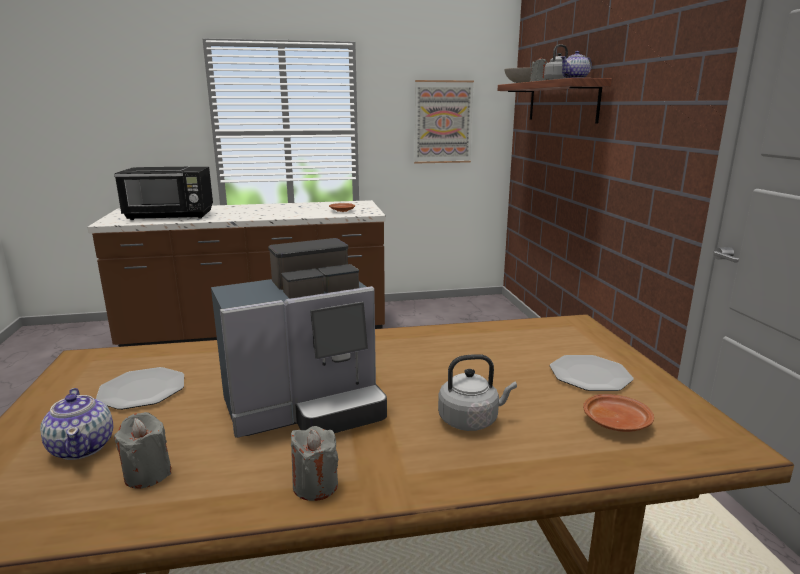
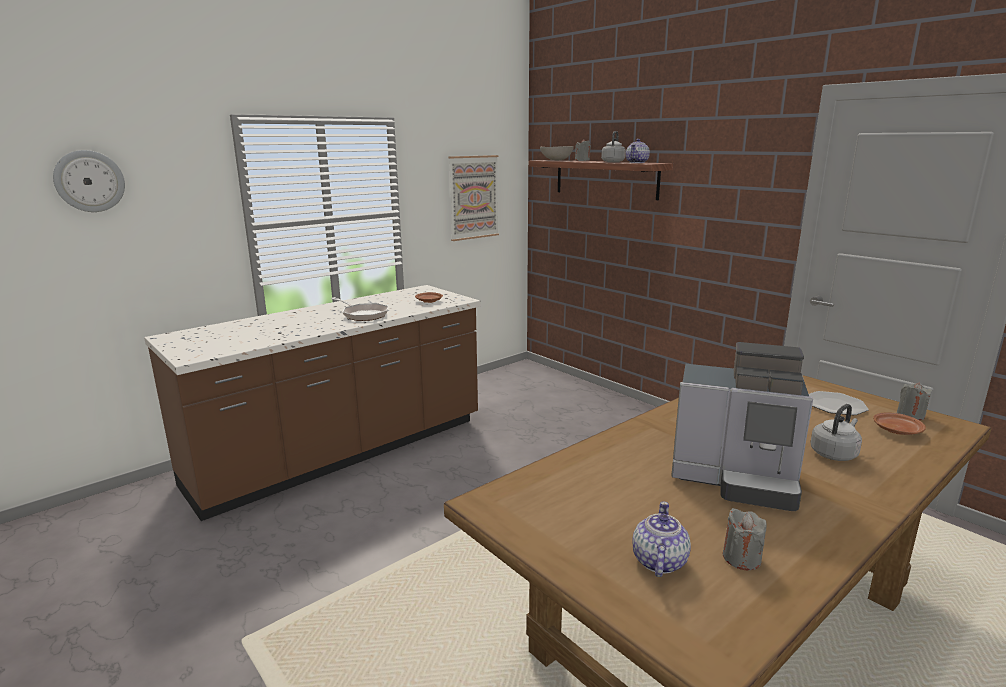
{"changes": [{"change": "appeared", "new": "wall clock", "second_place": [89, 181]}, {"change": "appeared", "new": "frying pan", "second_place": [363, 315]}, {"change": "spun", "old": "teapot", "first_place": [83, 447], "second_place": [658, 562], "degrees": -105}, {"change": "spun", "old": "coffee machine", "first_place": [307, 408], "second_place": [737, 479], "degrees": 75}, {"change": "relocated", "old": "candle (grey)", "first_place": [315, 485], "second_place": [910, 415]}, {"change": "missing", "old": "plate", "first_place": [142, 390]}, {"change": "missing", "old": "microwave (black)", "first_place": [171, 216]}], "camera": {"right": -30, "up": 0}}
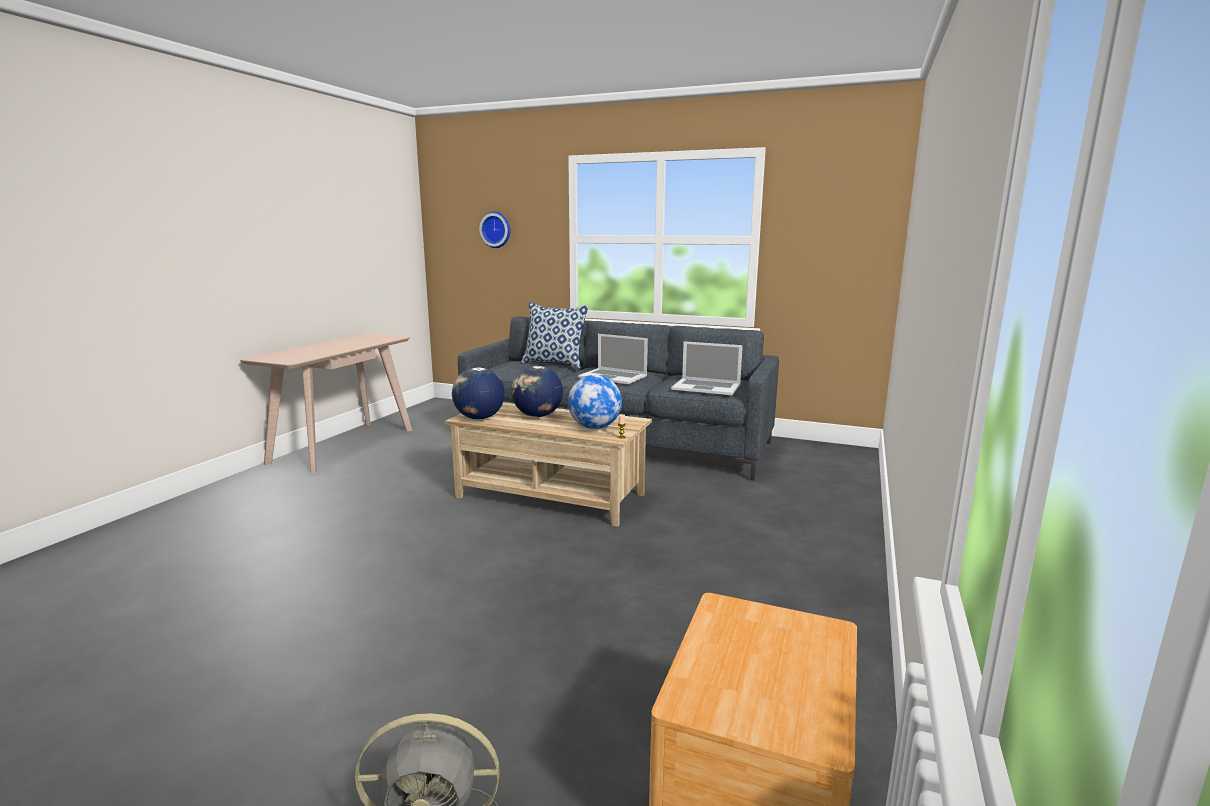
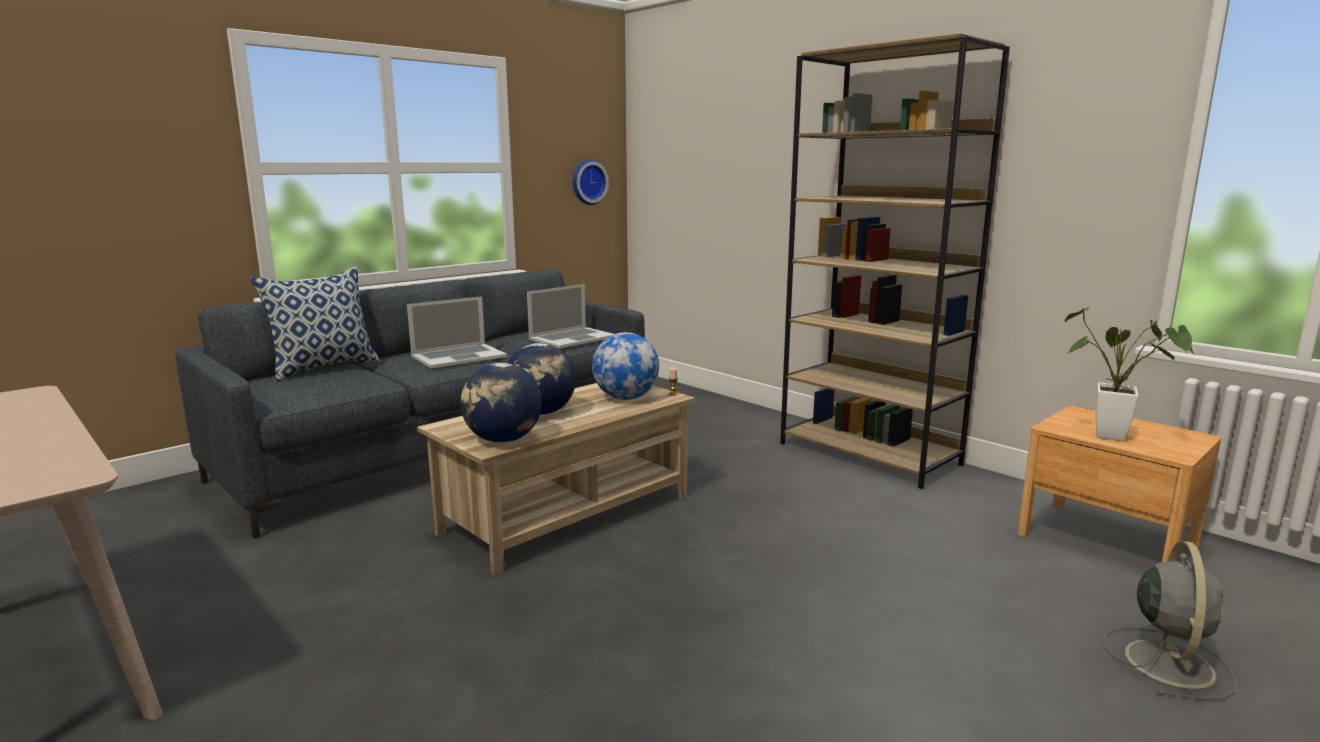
{"changes": [{"change": "relocated", "old": "wall clock", "first_place": [496, 229], "second_place": [588, 182]}, {"change": "appeared", "new": "bookcase (brown)", "second_place": [870, 454]}, {"change": "appeared", "new": "potted plant", "second_place": [1119, 437]}], "camera": {"right": -65, "up": 0}}
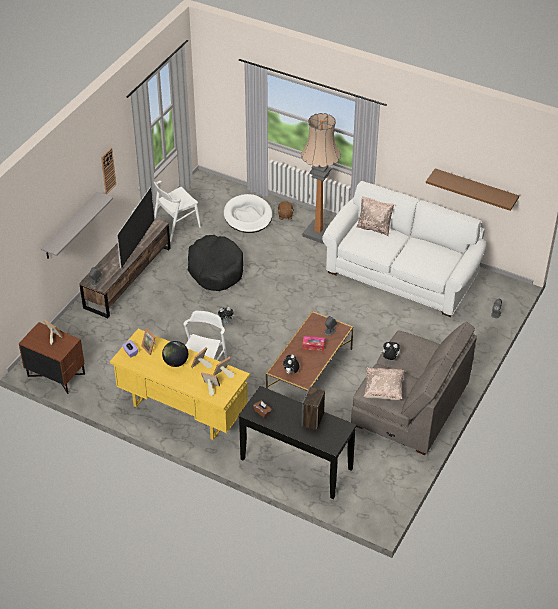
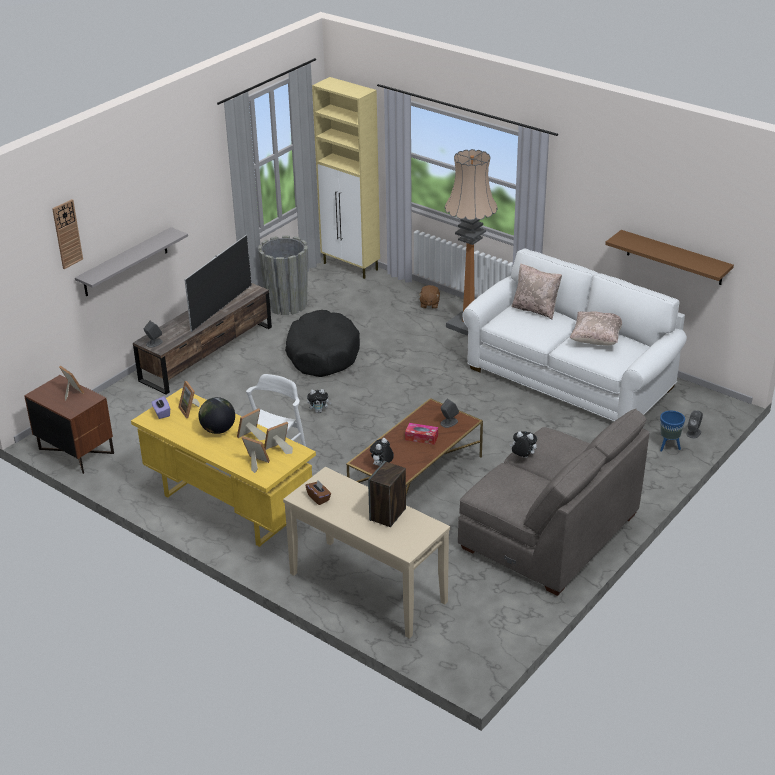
{"changes": [{"change": "relocated", "old": "wall clock", "first_place": [108, 170], "second_place": [67, 234]}, {"change": "exchanged", "old": "chair (white)", "new": "planter (grey)", "first_place": [176, 225], "second_place": [286, 304]}, {"change": "colour", "old": "console table (black)", "new": "console table (beige)", "first_place": [296, 464], "second_place": [367, 588]}, {"change": "appeared", "new": "cabinet (beige)", "second_place": [351, 267]}, {"change": "relocated", "old": "pillow (beige)", "first_place": [383, 391], "second_place": [596, 339]}, {"change": "appeared", "new": "planter (blue)", "second_place": [668, 447]}, {"change": "missing", "old": "dog bed (white)", "first_place": [248, 216]}], "camera": {"right": 10, "up": -10}}
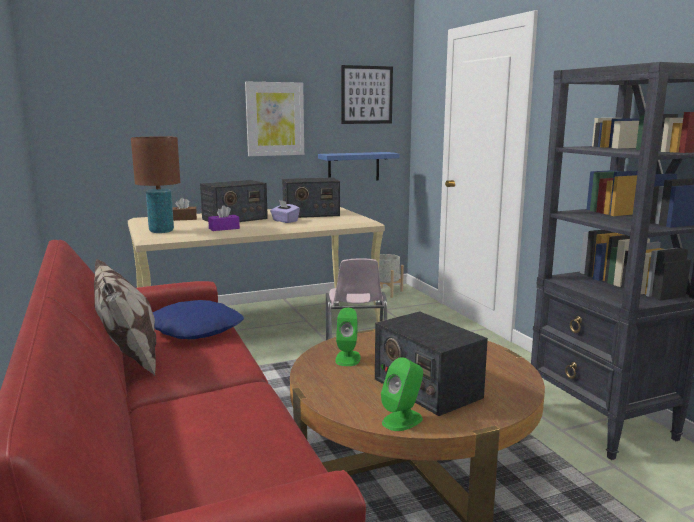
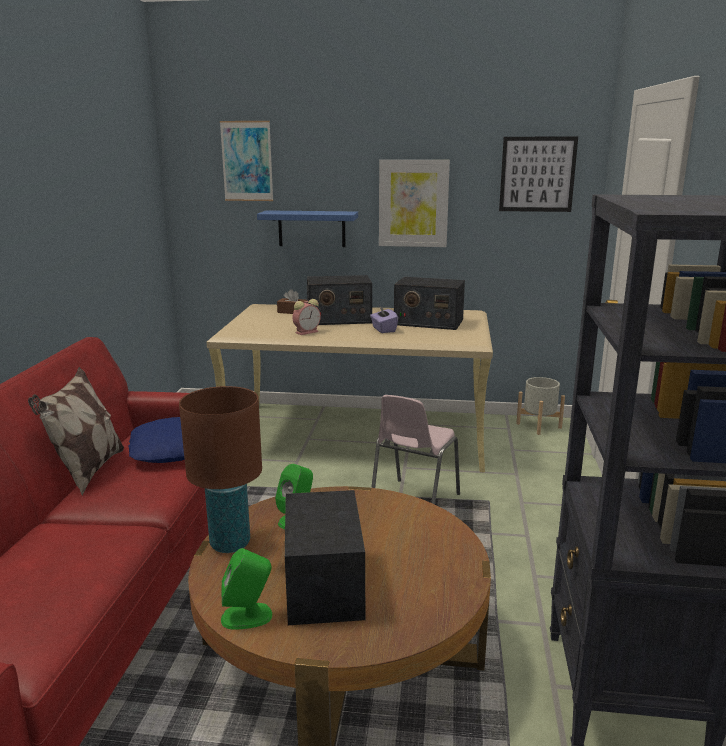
{"changes": [{"change": "relocated", "old": "table lamp (brown)", "first_place": [161, 231], "second_place": [230, 543]}, {"change": "appeared", "new": "picture", "second_place": [247, 161]}, {"change": "relocated", "old": "shelf (blue)", "first_place": [353, 167], "second_place": [311, 228]}, {"change": "exchanged", "old": "tissue box (purple)", "new": "alarm clock", "first_place": [224, 228], "second_place": [307, 332]}], "camera": {"right": 30, "up": 5}}
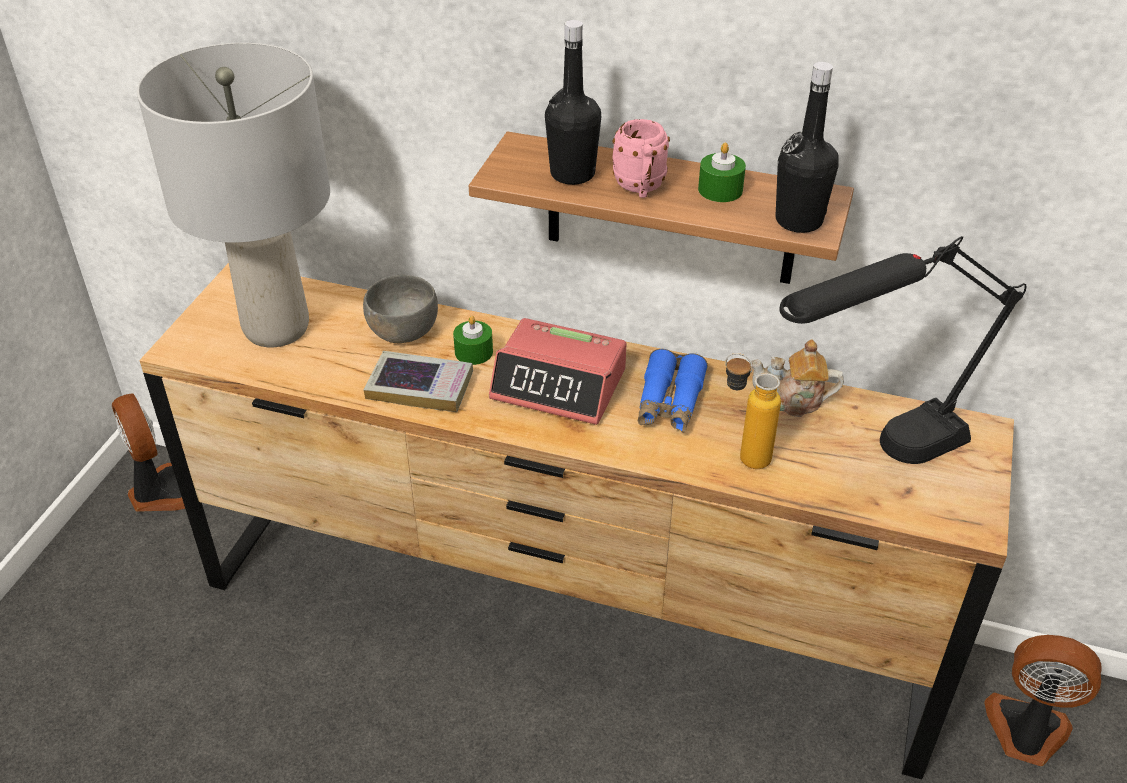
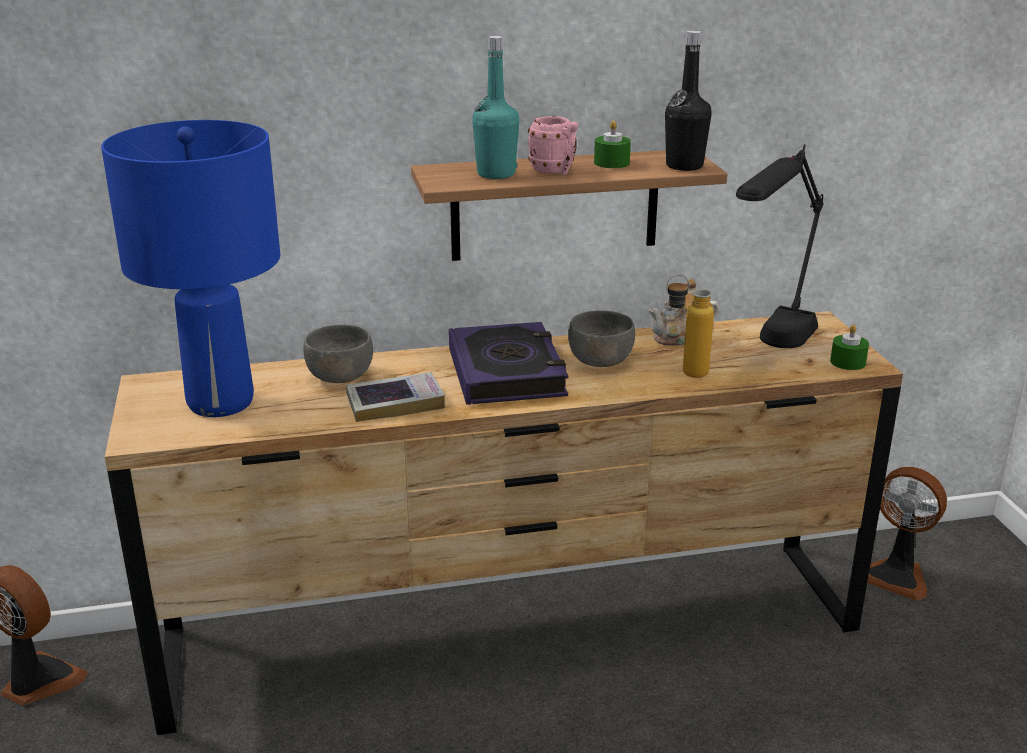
{"changes": [{"change": "colour", "old": "table lamp (grey)", "new": "table lamp (blue)", "first_place": [277, 327], "second_place": [220, 402]}, {"change": "exchanged", "old": "alarm clock", "new": "book", "first_place": [559, 384], "second_place": [507, 372]}, {"change": "colour", "old": "bottle (black)", "new": "bottle (turquoise)", "first_place": [572, 174], "second_place": [496, 174]}, {"change": "exchanged", "old": "binoculars (blue)", "new": "bowl (grey)", "first_place": [669, 402], "second_place": [600, 360]}, {"change": "relocated", "old": "candle (green)", "first_place": [473, 352], "second_place": [847, 362]}, {"change": "spun", "old": "fan", "first_place": [1025, 733], "second_place": [896, 576], "degrees": -135}], "camera": {"right": -30, "up": -15}}
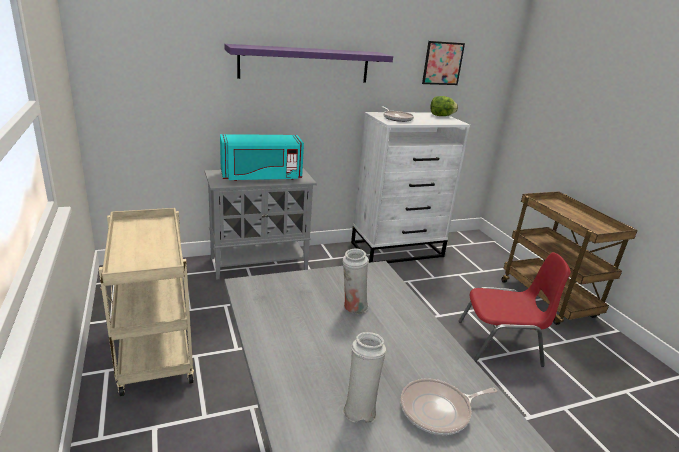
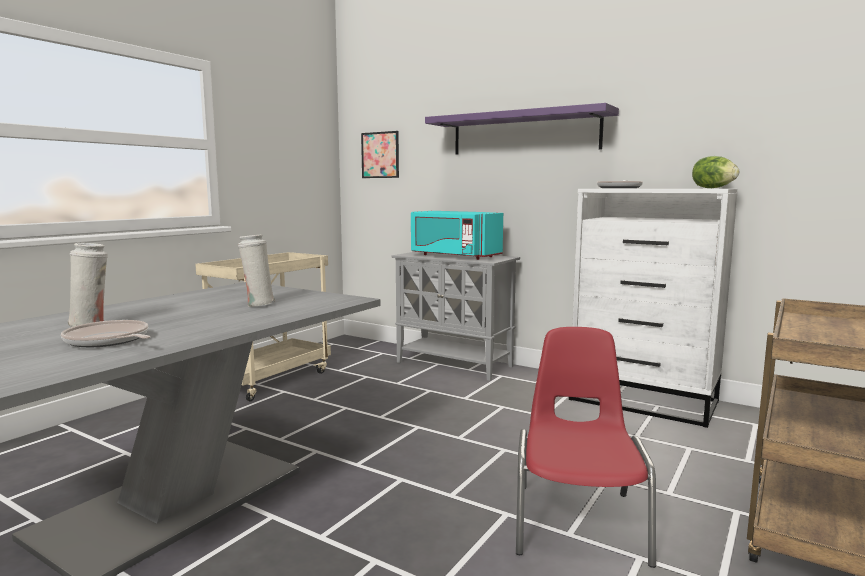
{"changes": [{"change": "relocated", "old": "picture", "first_place": [442, 63], "second_place": [380, 155]}, {"change": "spun", "old": "chair (red)", "first_place": [500, 344], "second_place": [578, 521], "degrees": -135}], "camera": {"right": 55, "up": -15}}
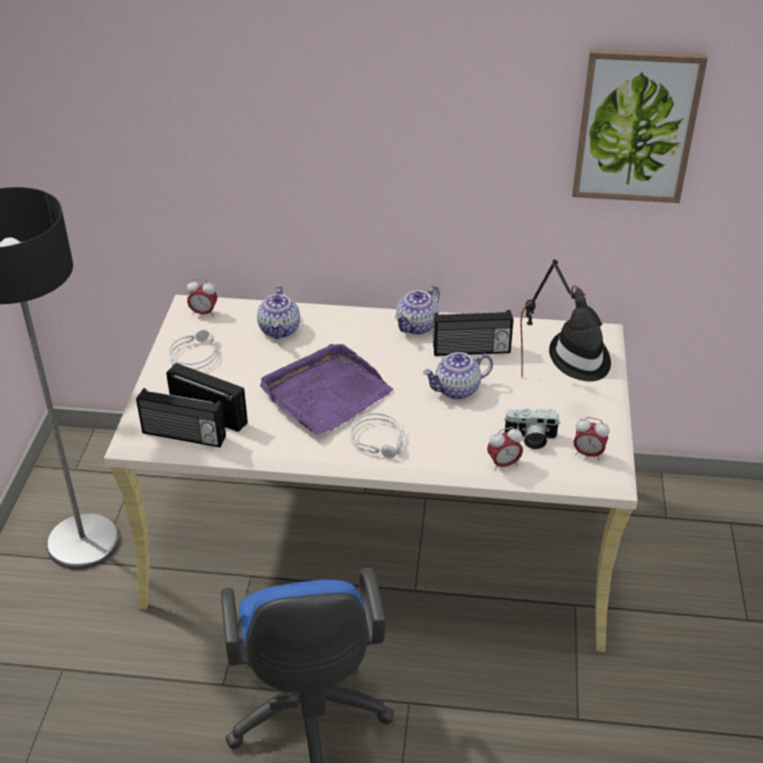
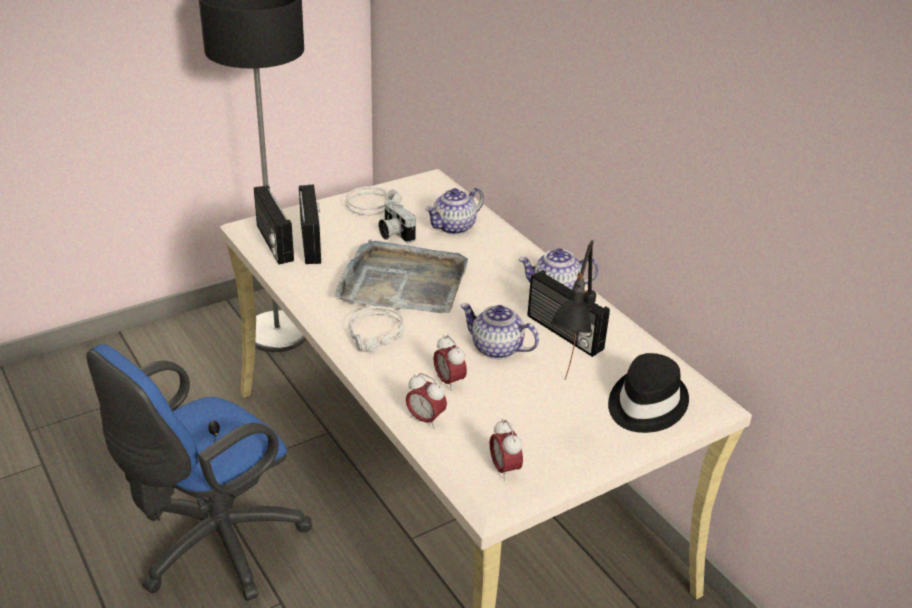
{"changes": [{"change": "colour", "old": "tray (purple)", "new": "tray (grey)", "first_place": [325, 393], "second_place": [402, 283]}, {"change": "relocated", "old": "photo camera", "first_place": [530, 439], "second_place": [393, 233]}, {"change": "relocated", "old": "alarm clock", "first_place": [203, 313], "second_place": [449, 381]}, {"change": "missing", "old": "picture", "first_place": [636, 126]}], "camera": {"right": 50, "up": -5}}
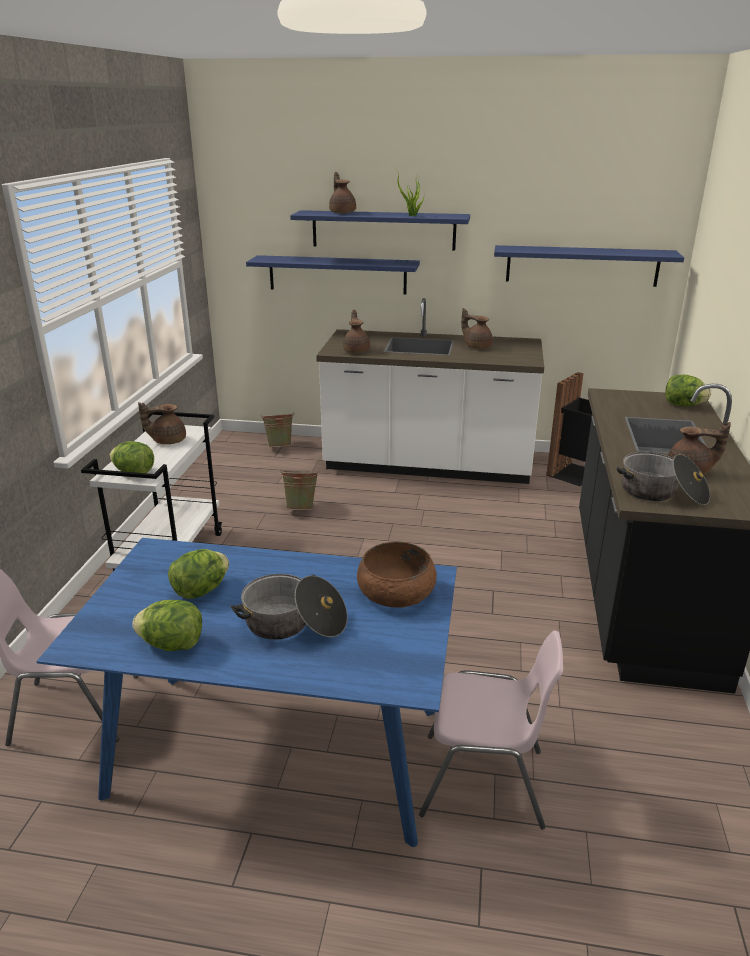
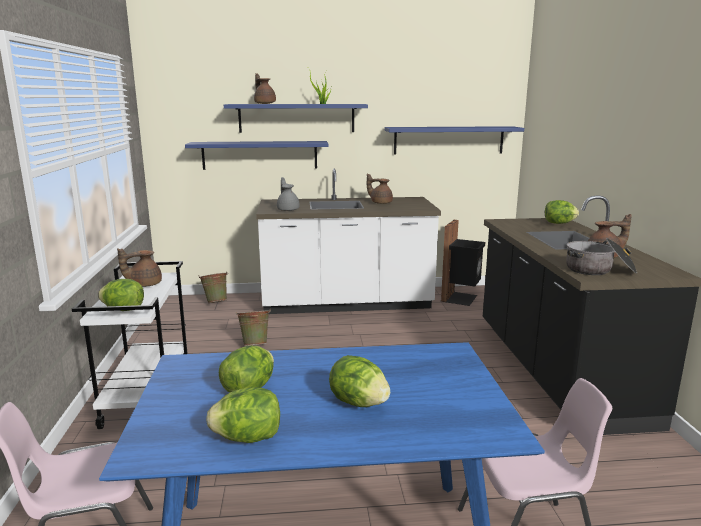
{"changes": [{"change": "colour", "old": "teapot (brown)", "new": "teapot (grey)", "first_place": [357, 350], "second_place": [288, 209]}, {"change": "exchanged", "old": "cooking pot", "new": "lettuce", "first_place": [293, 624], "second_place": [359, 403]}, {"change": "missing", "old": "bowl (brown)", "first_place": [396, 592]}], "camera": {"right": -15, "up": -10}}
